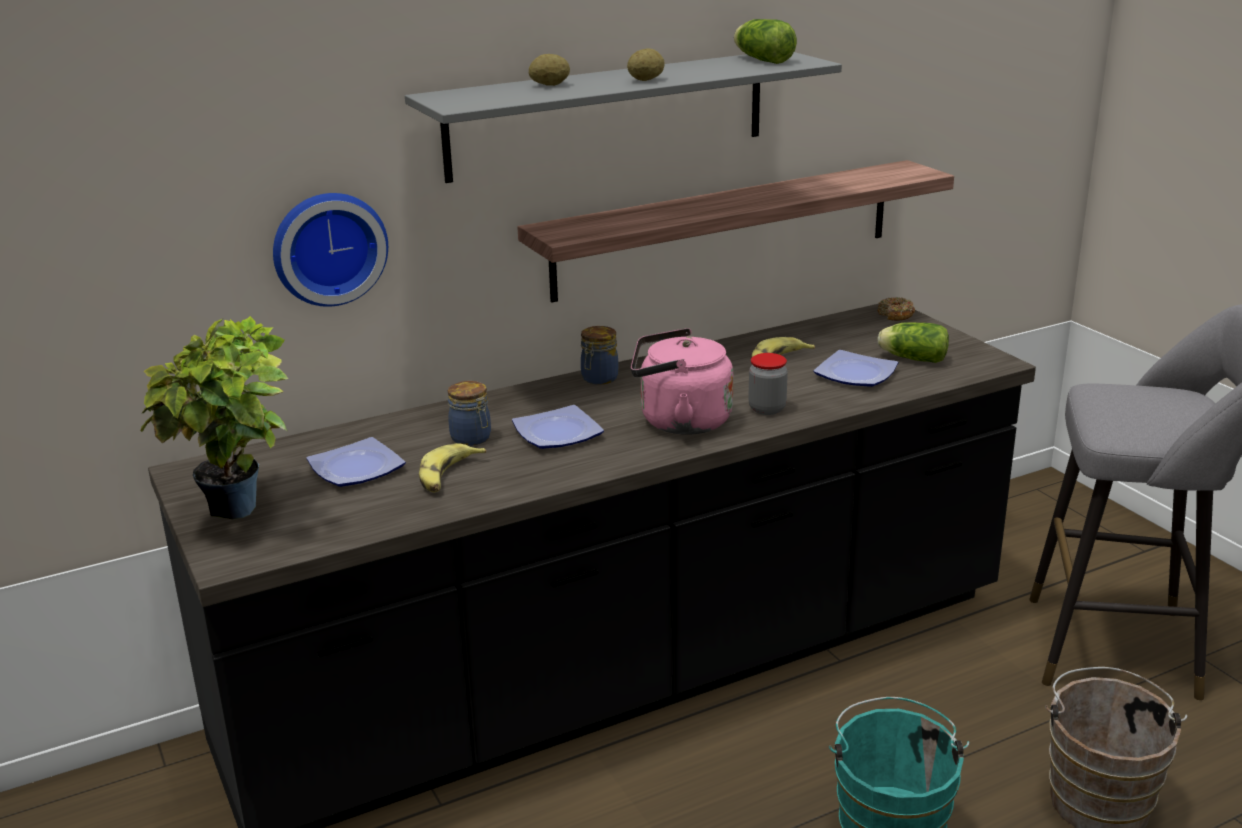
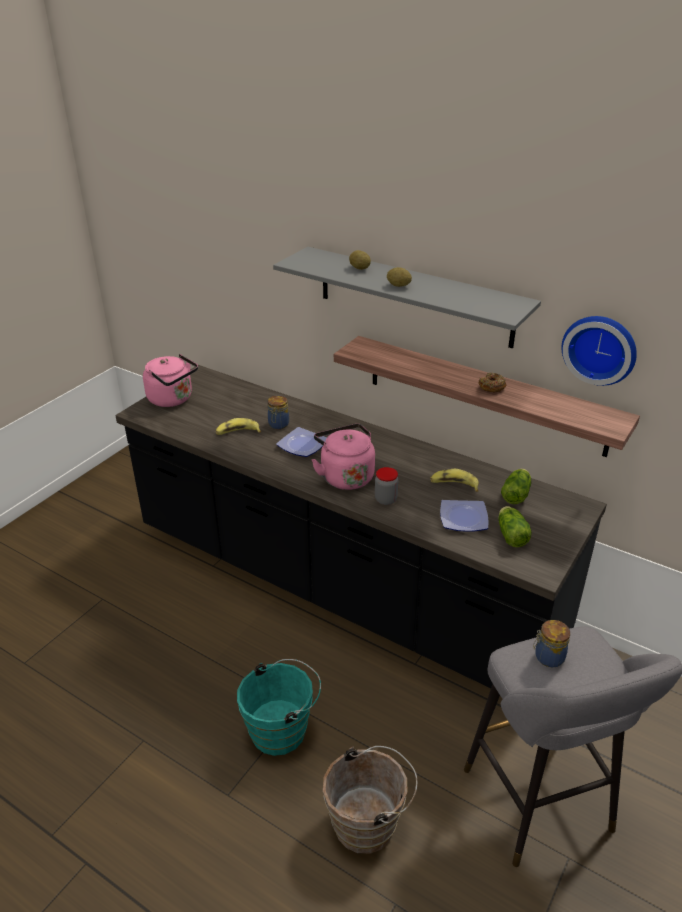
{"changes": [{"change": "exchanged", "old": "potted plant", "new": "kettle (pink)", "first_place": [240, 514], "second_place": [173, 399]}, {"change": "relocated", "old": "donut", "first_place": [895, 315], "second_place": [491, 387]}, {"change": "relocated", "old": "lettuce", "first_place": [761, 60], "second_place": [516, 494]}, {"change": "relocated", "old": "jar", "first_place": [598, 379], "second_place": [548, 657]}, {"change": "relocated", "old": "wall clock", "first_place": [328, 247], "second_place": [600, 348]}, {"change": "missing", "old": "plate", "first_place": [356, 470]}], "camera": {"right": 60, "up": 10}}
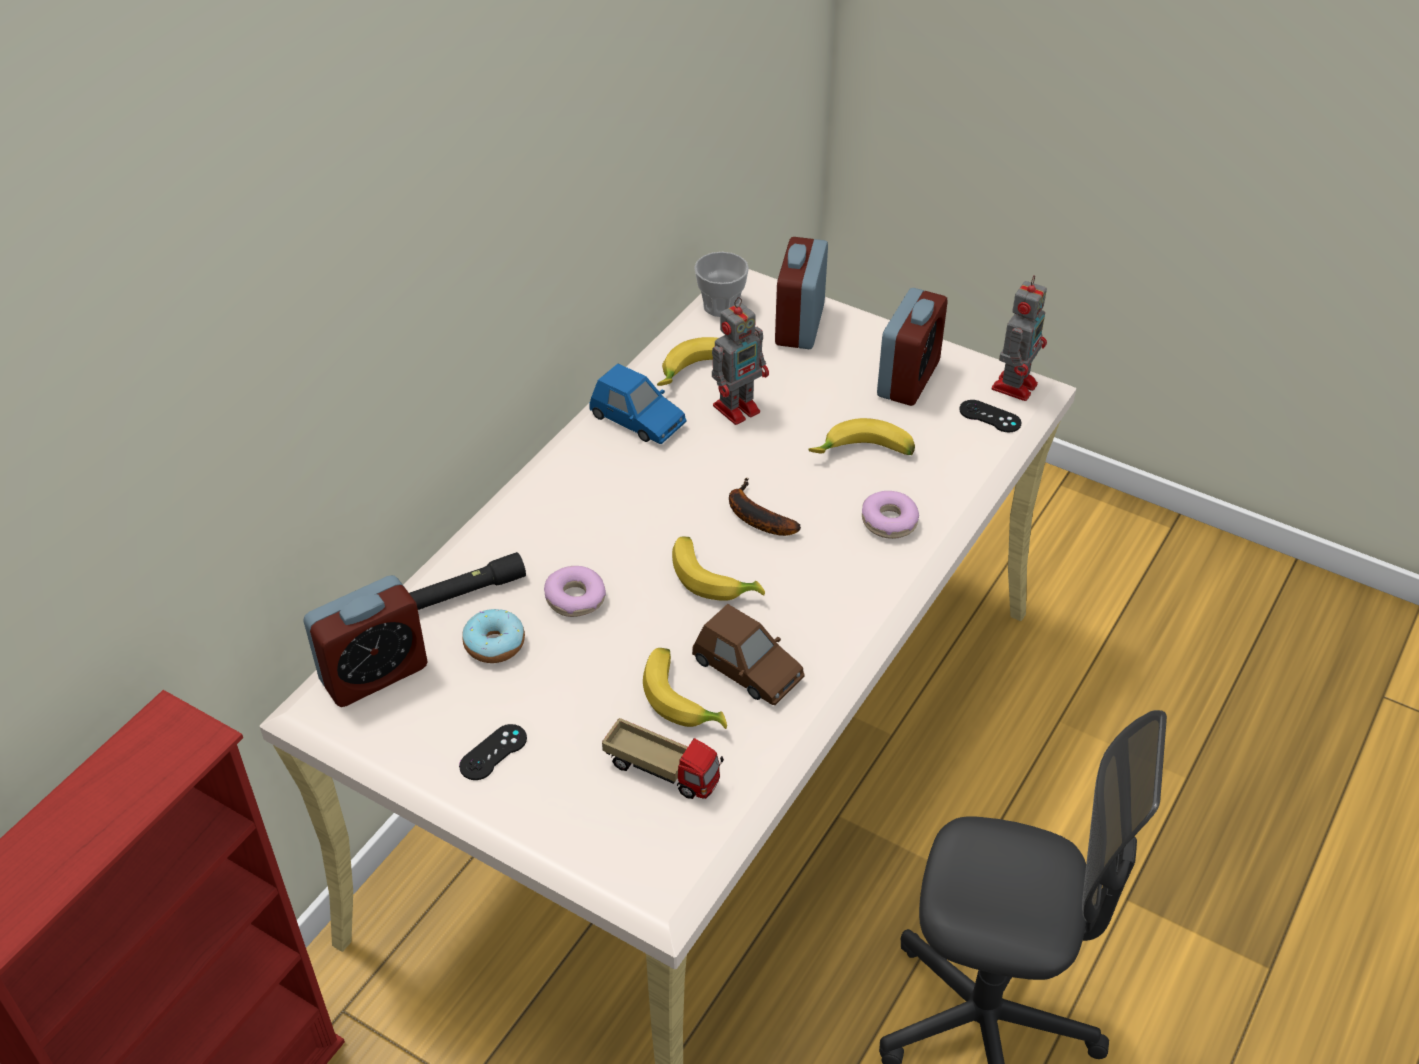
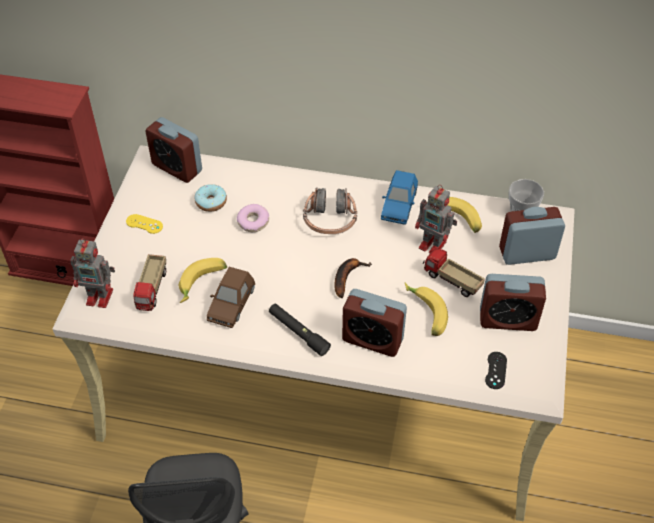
{"changes": [{"change": "relocated", "old": "toy robot", "first_place": [1015, 385], "second_place": [101, 297]}, {"change": "colour", "old": "game controller (black)", "new": "game controller (yellow)", "first_place": [493, 752], "second_place": [144, 224]}, {"change": "relocated", "old": "flashlight (black)", "first_place": [464, 593], "second_place": [298, 332]}, {"change": "appeared", "new": "headphones", "second_place": [330, 219]}, {"change": "exchanged", "old": "donut", "new": "alarm clock", "first_place": [889, 521], "second_place": [372, 339]}, {"change": "appeared", "new": "toy truck", "second_place": [451, 281]}, {"change": "missing", "old": "banana", "first_place": [714, 577]}], "camera": {"right": 70, "up": 5}}
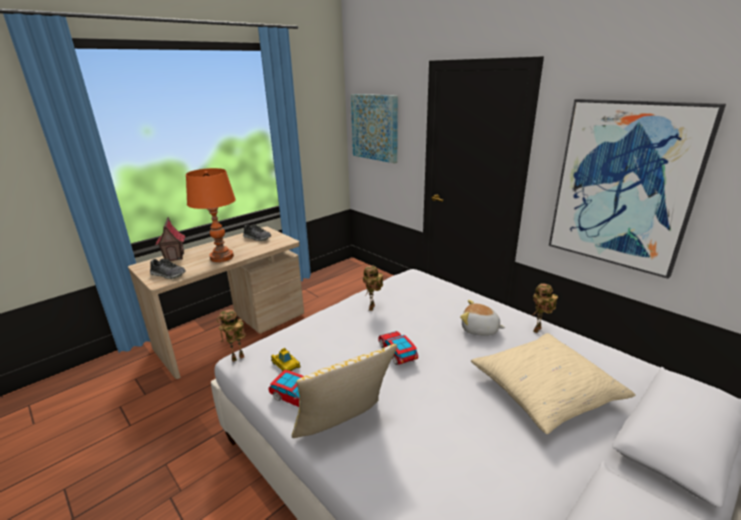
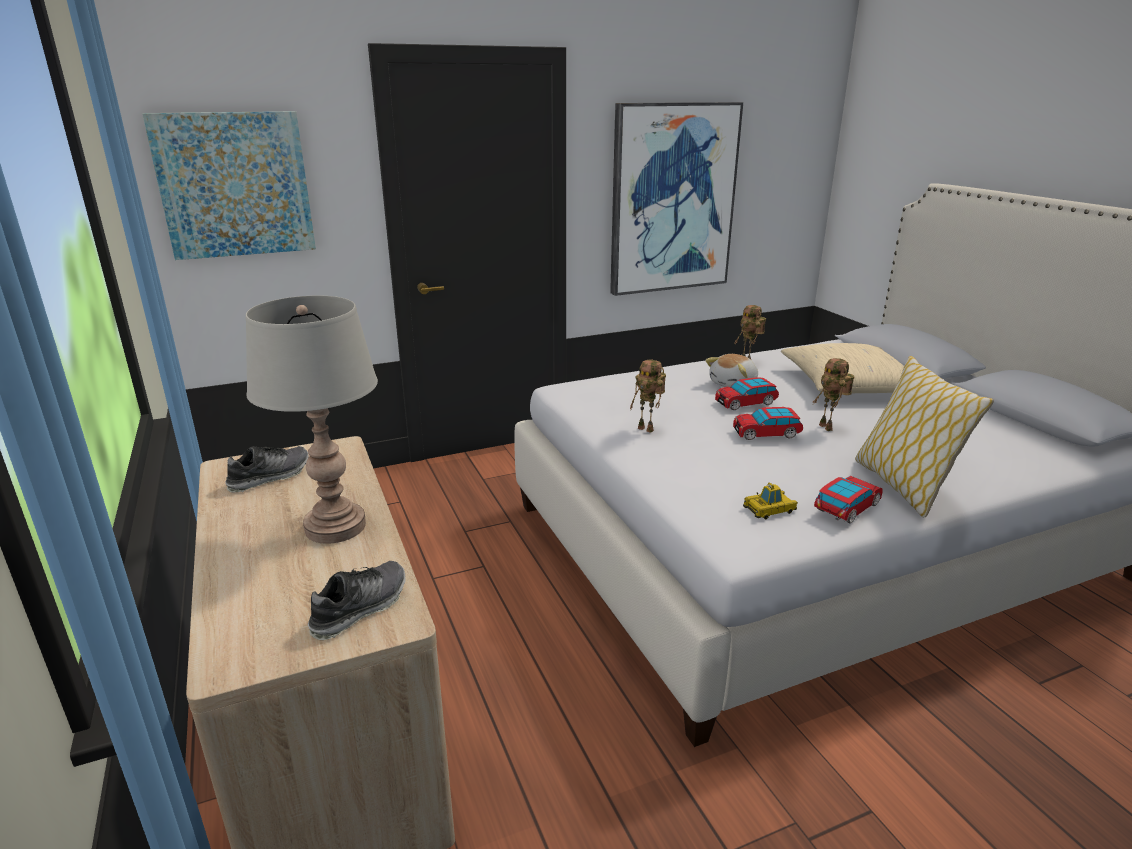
{"changes": [{"change": "colour", "old": "table lamp (orange)", "new": "table lamp (grey)", "first_place": [222, 257], "second_place": [335, 527]}, {"change": "appeared", "new": "toy car", "second_place": [746, 403]}, {"change": "relocated", "old": "toy robot", "first_place": [237, 359], "second_place": [828, 428]}, {"change": "missing", "old": "toy house", "first_place": [175, 257]}], "camera": {"right": -70, "up": 0}}
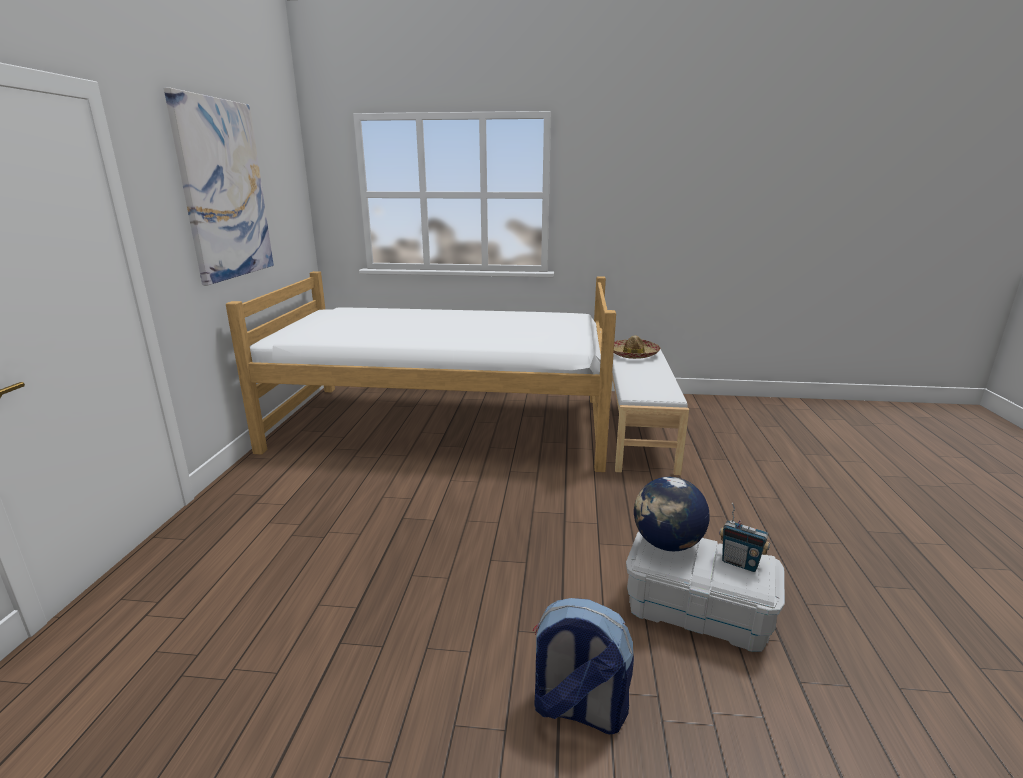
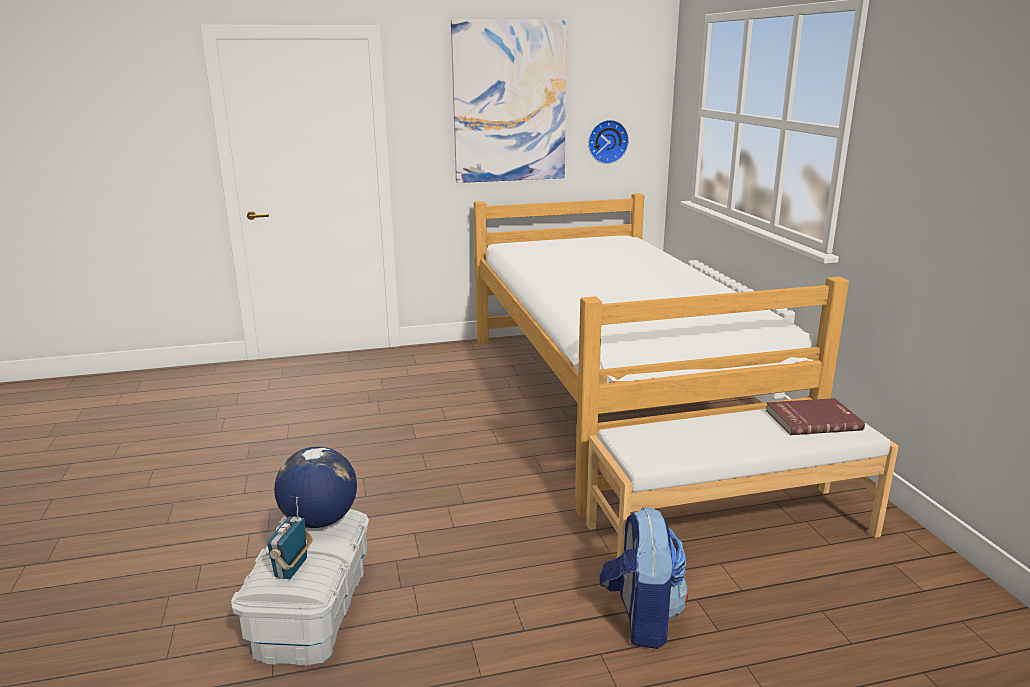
{"changes": [{"change": "appeared", "new": "wall clock", "second_place": [607, 141]}, {"change": "relocated", "old": "backpack", "first_place": [577, 709], "second_place": [641, 618]}, {"change": "exchanged", "old": "hat", "new": "book (red)", "first_place": [633, 354], "second_place": [812, 419]}], "camera": {"right": 70, "up": 0}}
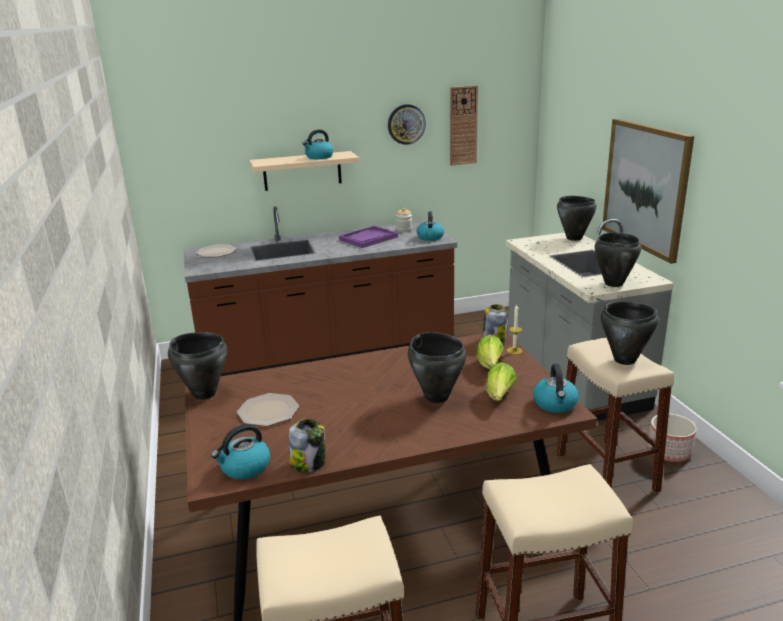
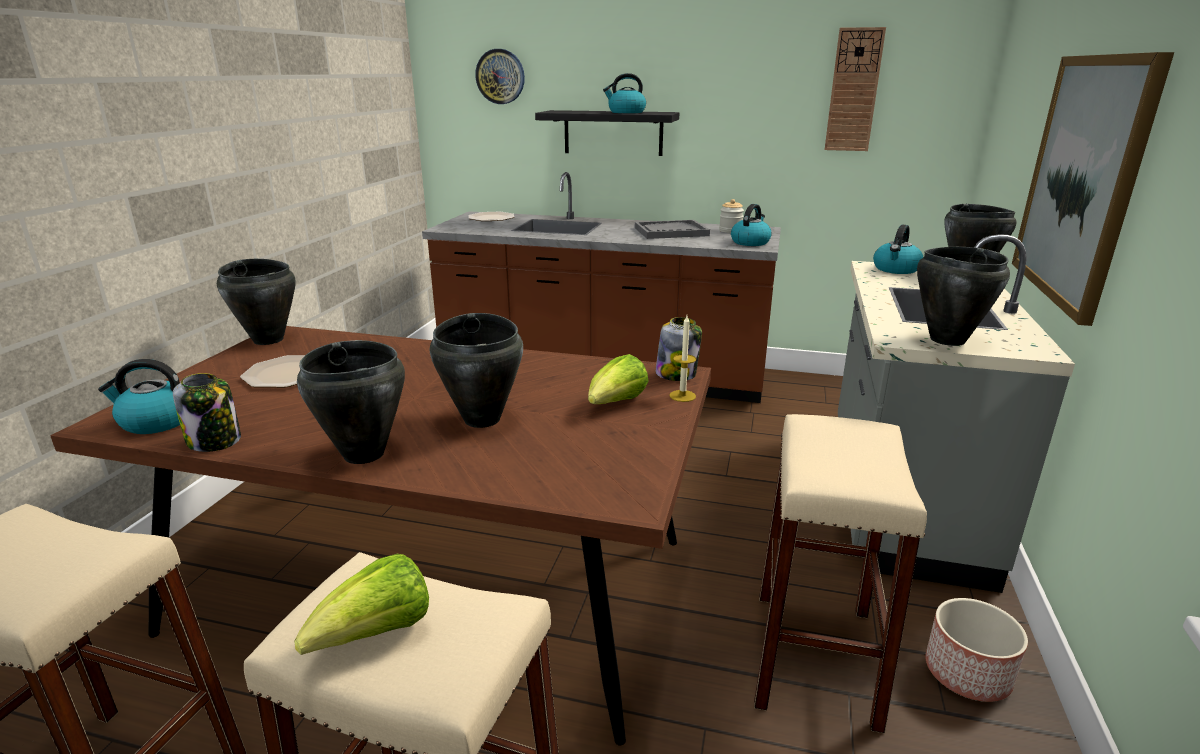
{"changes": [{"change": "relocated", "old": "lettuce", "first_place": [499, 396], "second_place": [376, 635]}, {"change": "relocated", "old": "cooking pot (black)", "first_place": [625, 360], "second_place": [363, 454]}, {"change": "relocated", "old": "wall clock", "first_place": [406, 124], "second_place": [500, 76]}, {"change": "colour", "old": "shelf (beige)", "new": "shelf (black)", "first_place": [302, 171], "second_place": [613, 133]}, {"change": "colour", "old": "tray (purple)", "new": "tray (grey)", "first_place": [368, 238], "second_place": [671, 232]}, {"change": "relocated", "old": "kettle", "first_place": [555, 404], "second_place": [896, 269]}], "camera": {"right": 30, "up": 0}}
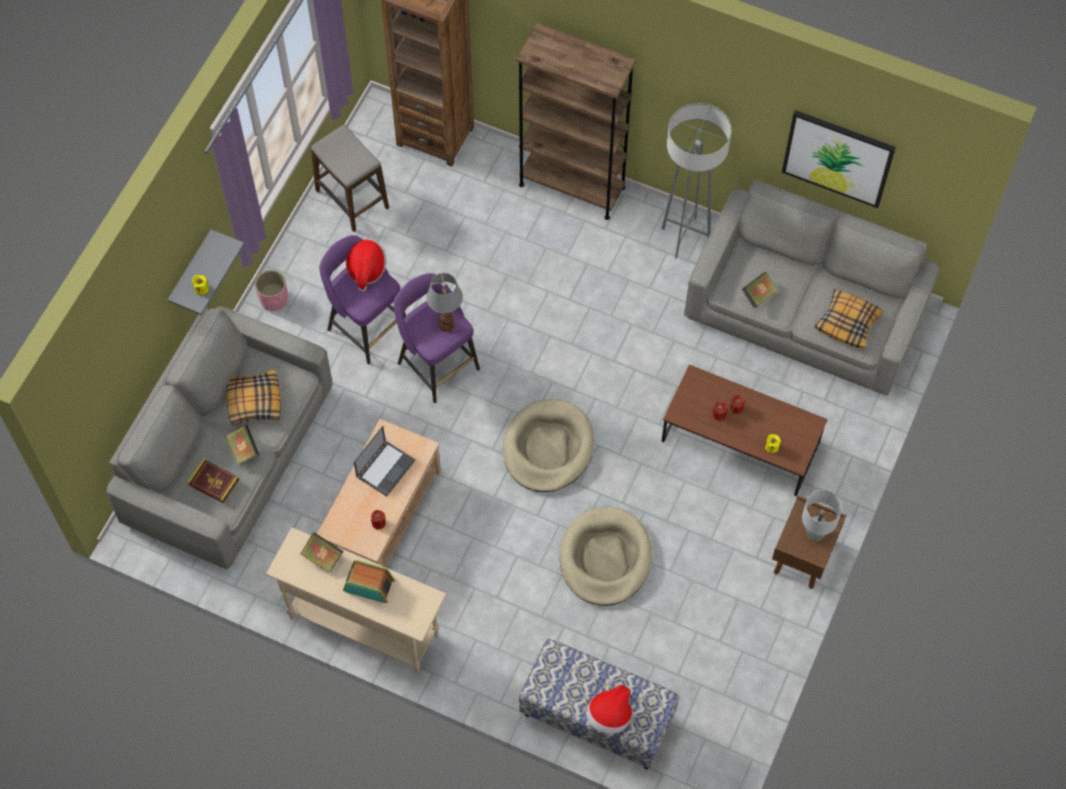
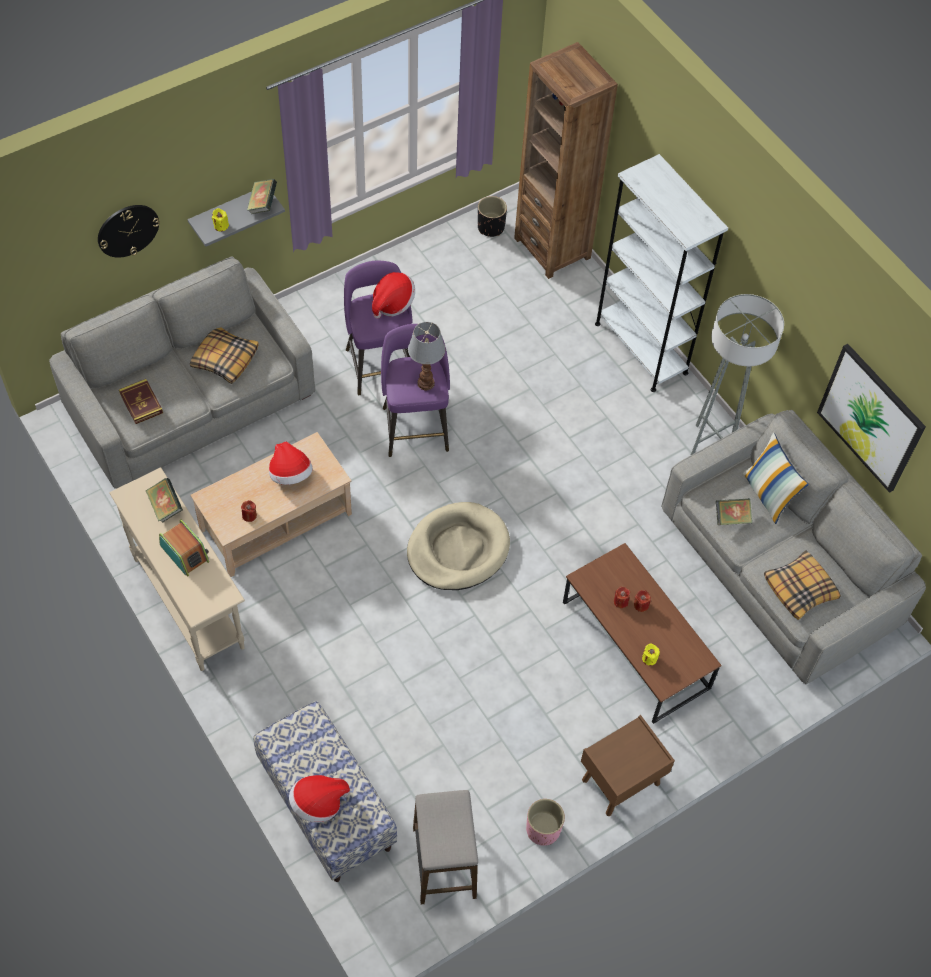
{"changes": [{"change": "appeared", "new": "wall clock", "second_place": [128, 230]}, {"change": "relocated", "old": "book", "first_place": [244, 450], "second_place": [262, 204]}, {"change": "exchanged", "old": "laptop", "new": "hat", "first_place": [386, 468], "second_place": [290, 474]}, {"change": "relocated", "old": "stool", "first_place": [352, 200], "second_place": [444, 863]}, {"change": "appeared", "new": "planter (black)", "second_place": [491, 227]}, {"change": "relocated", "old": "planter (pink)", "first_place": [273, 299], "second_place": [543, 829]}, {"change": "colour", "old": "bookcase (brown)", "new": "bookcase (white)", "first_place": [572, 186], "second_place": [641, 348]}, {"change": "appeared", "new": "pillow", "second_place": [768, 495]}, {"change": "missing", "old": "dog bed (beige)", "first_place": [605, 558]}, {"change": "missing", "old": "table lamp (grey)", "first_place": [815, 533]}], "camera": {"right": 30, "up": -5}}
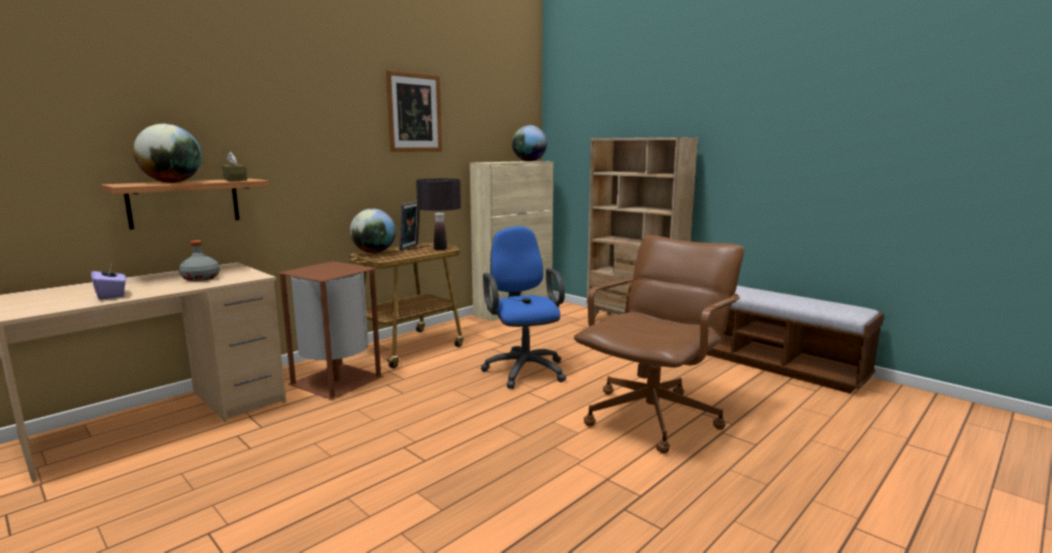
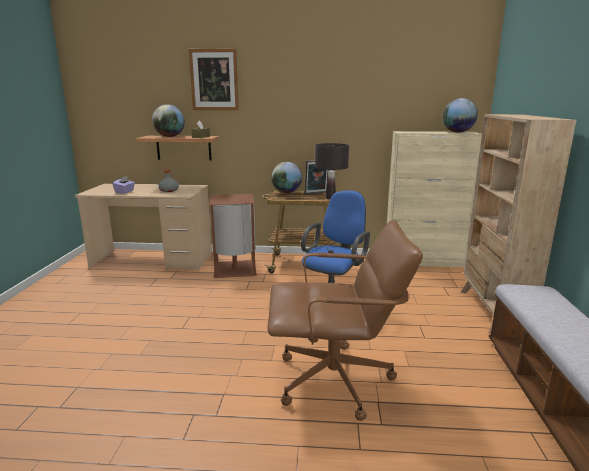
{"changes": [{"change": "relocated", "old": "picture", "first_place": [414, 113], "second_place": [214, 80]}], "camera": {"right": 50, "up": 5}}
